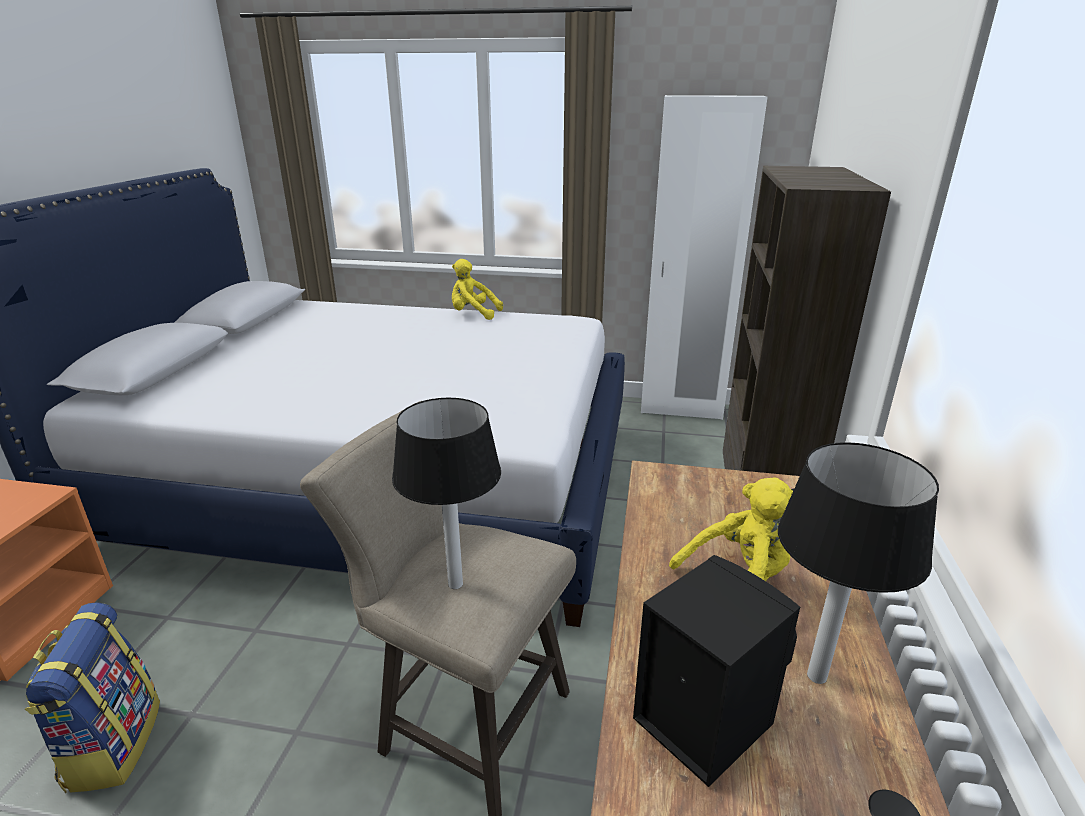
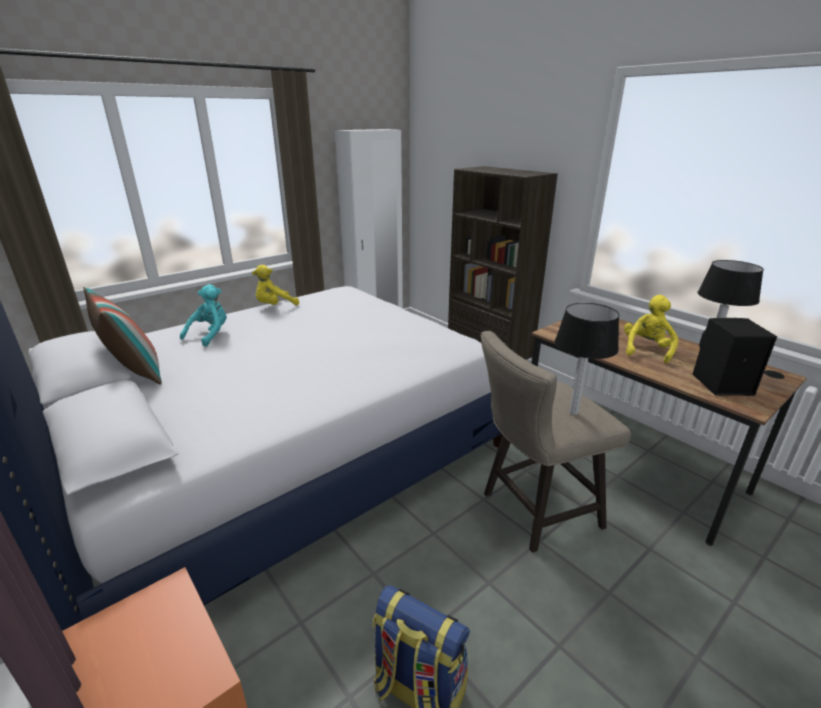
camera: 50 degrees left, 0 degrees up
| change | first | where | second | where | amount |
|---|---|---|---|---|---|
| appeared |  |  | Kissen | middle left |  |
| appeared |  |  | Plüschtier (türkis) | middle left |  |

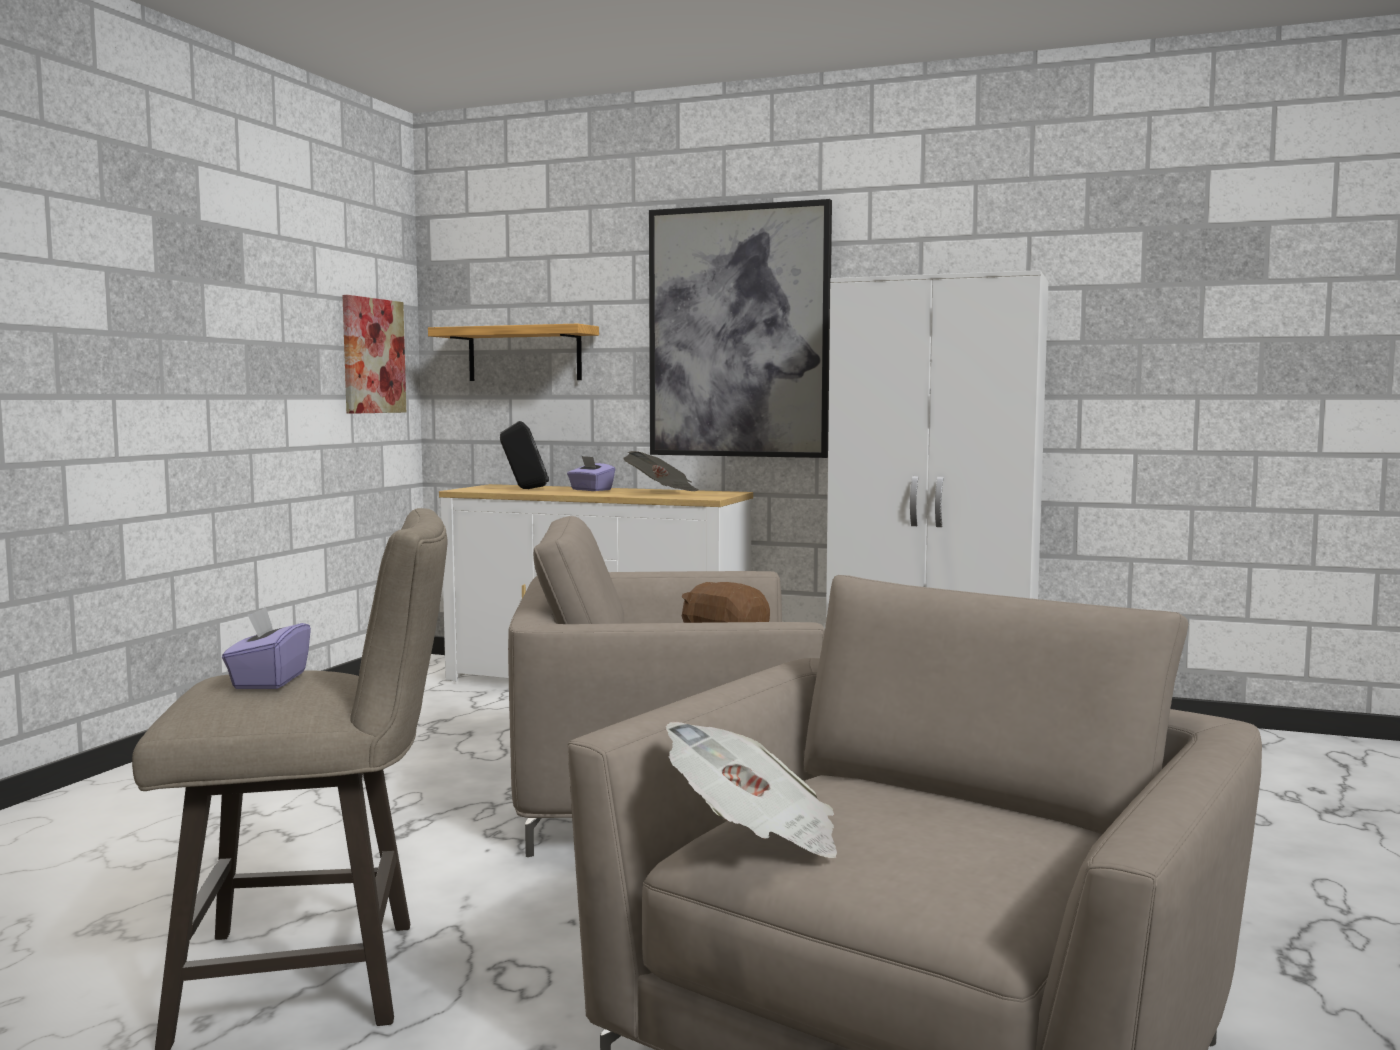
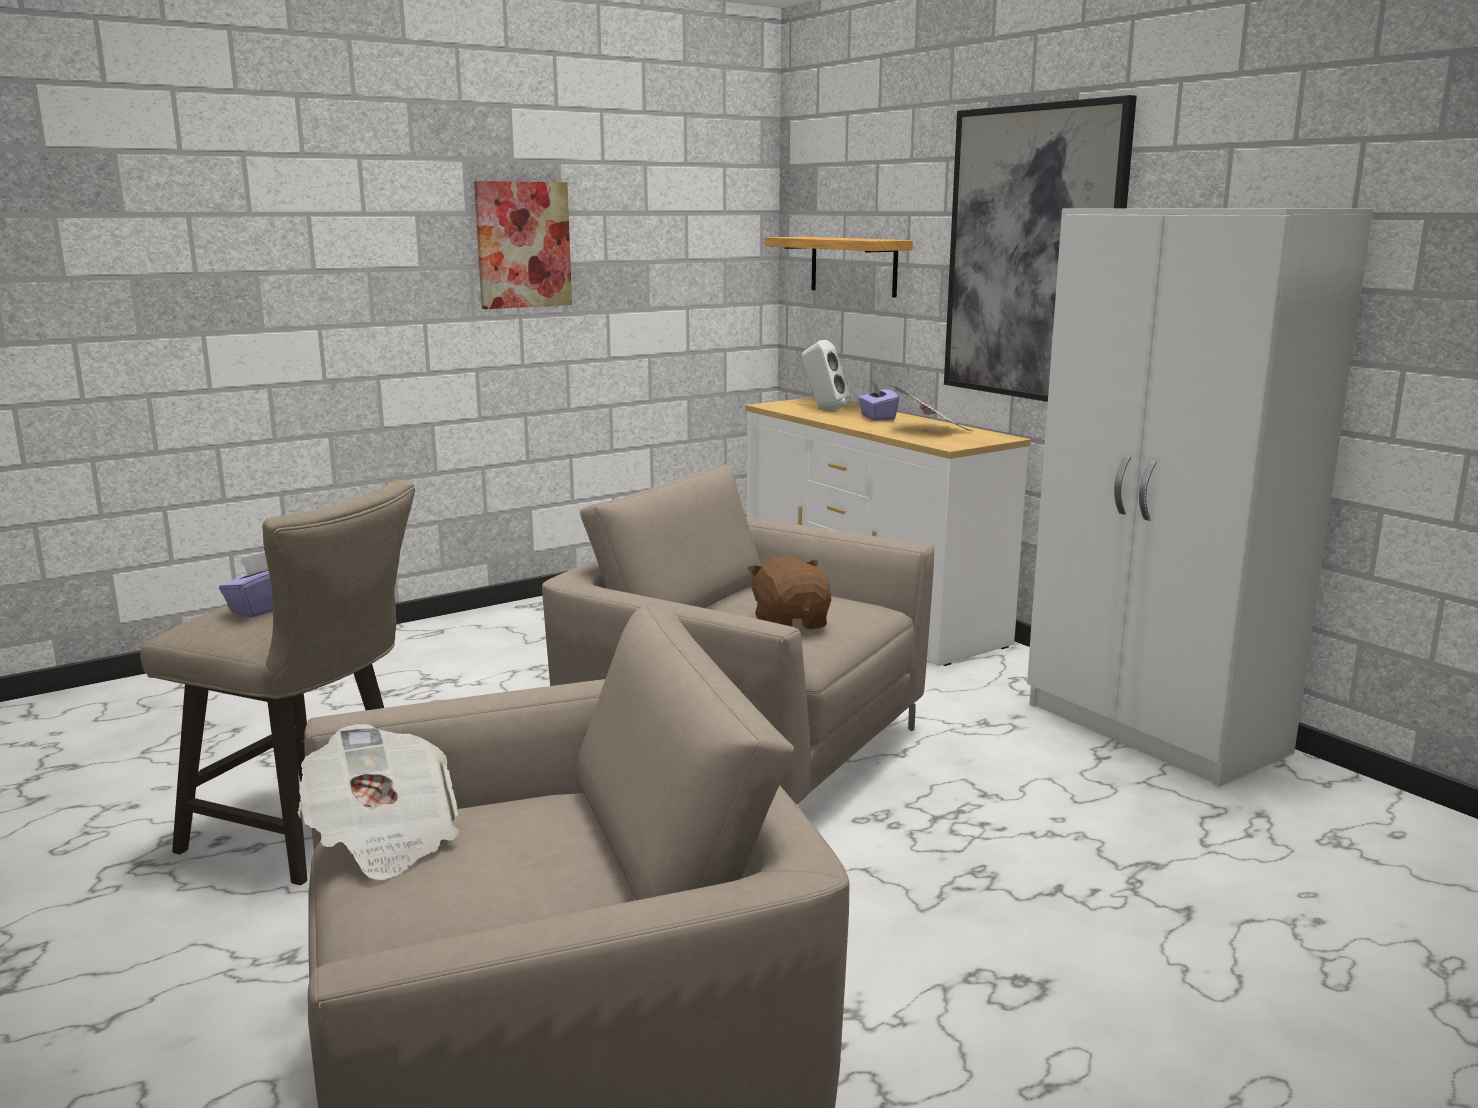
camera: 35 degrees right, 10 degrees up
| change | first | where | second | where | amount |
|---|---|---|---|---|---|
| relocated | Bild (no. 1 from left) | middle left |  | top centre |  |
| colour | Lautsprecher (schwarz) | centre | Lautsprecher (weiß) | centre |  |

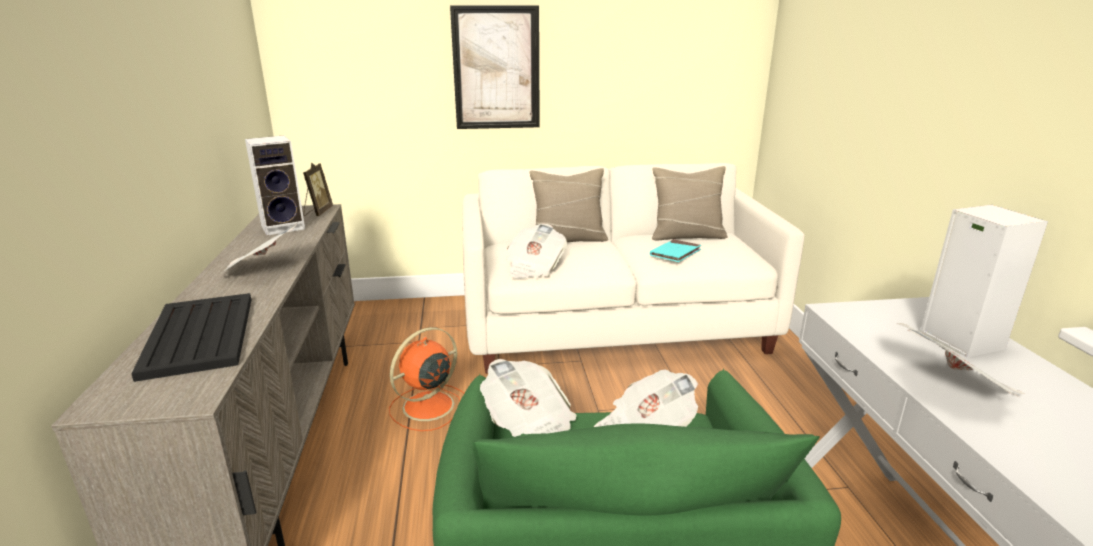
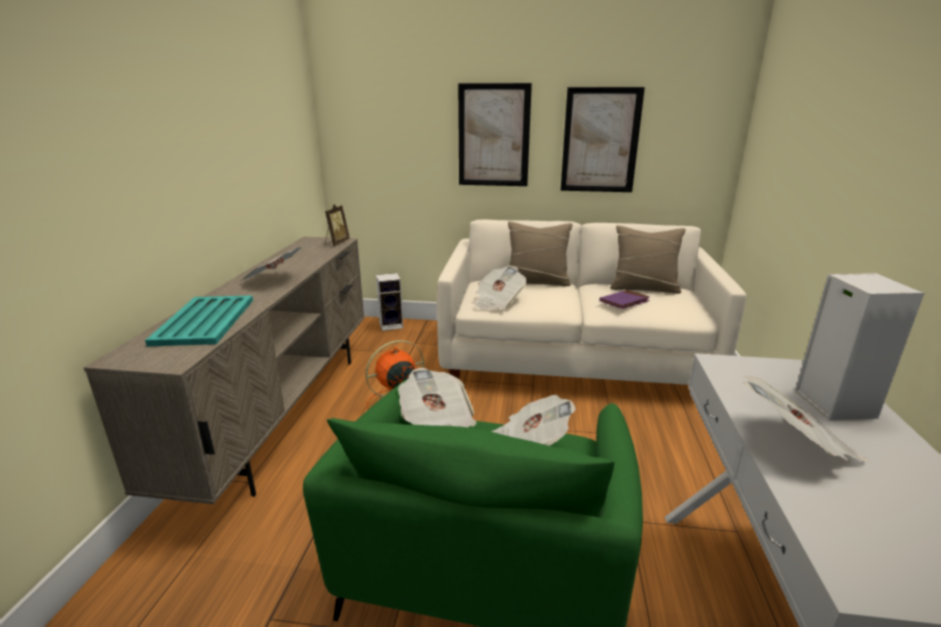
camera: 15 degrees right, 0 degrees up
| change | first | where | second | where | amount |
|---|---|---|---|---|---|
| colour | Tablett (schwarz) | middle left | Tablett (türkis) | middle left |  |
| relocated | Lautsprecher (no. 1 from left) | middle left |  | centre |  |
| colour | Buch (türkis) | centre | Buch (lila) | centre |  |
| appeared |  |  | Bild (no. 2 from left) | top centre |  |

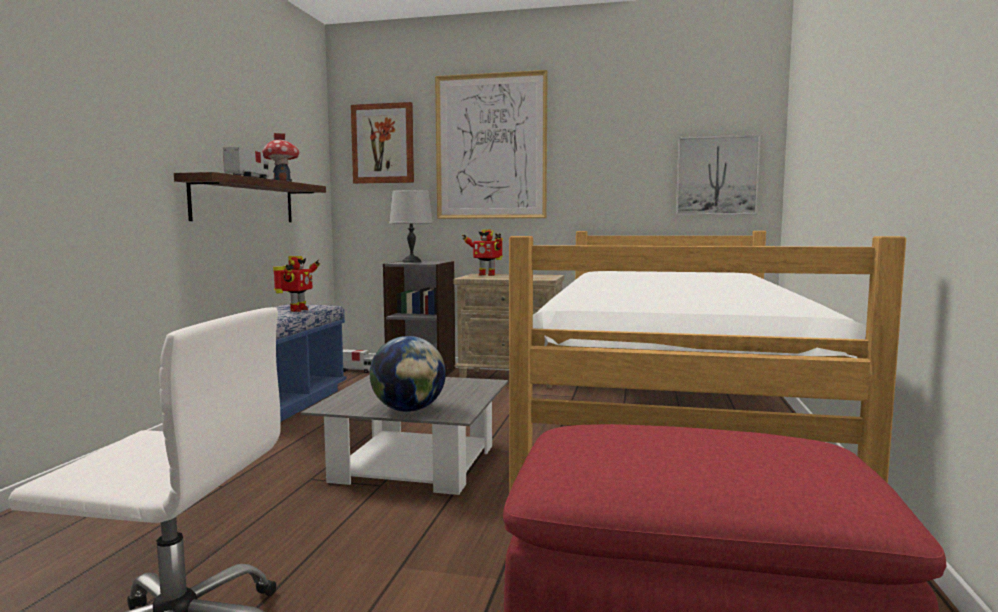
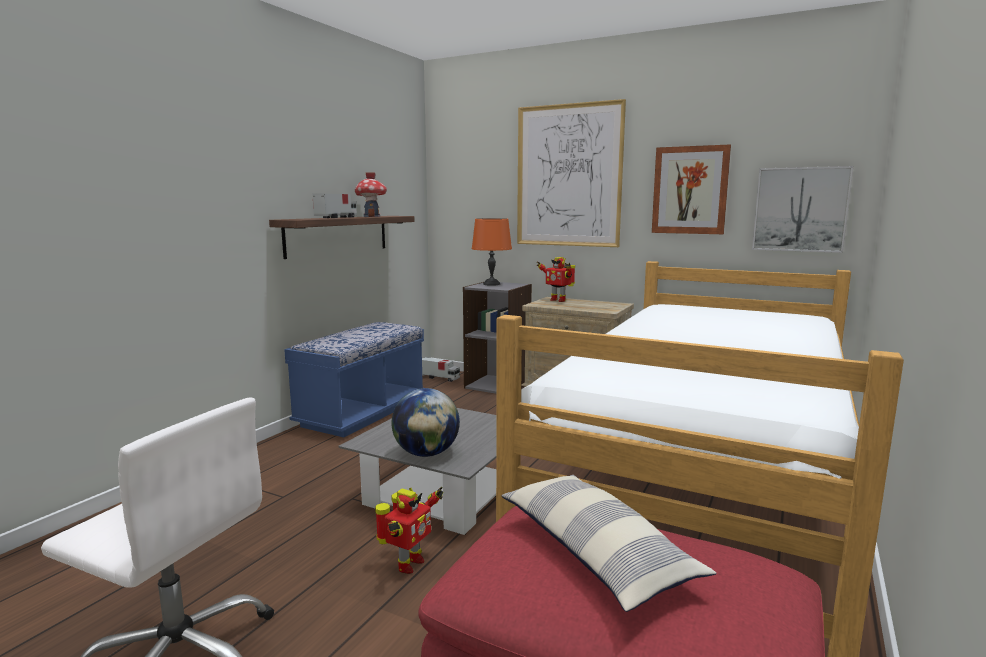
camera: 15 degrees right, 5 degrees up
| change | first | where | second | where | amount |
|---|---|---|---|---|---|
| relocated | Spielzeugroboter (no. 1 from left) | middle left |  | bottom centre |  |
| relocated | Bild (no. 1 from left in the first image) | top centre | Bild (no. 2 from left) | top right |  |
| colour | Tischlampe (grau) | centre | Tischlampe (orange) | centre |  |
| appeared |  |  | Kissen | bottom centre |  |

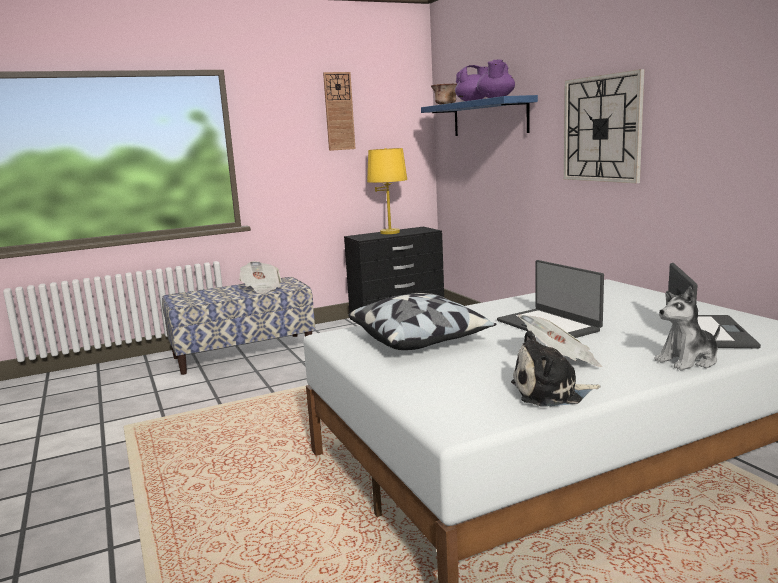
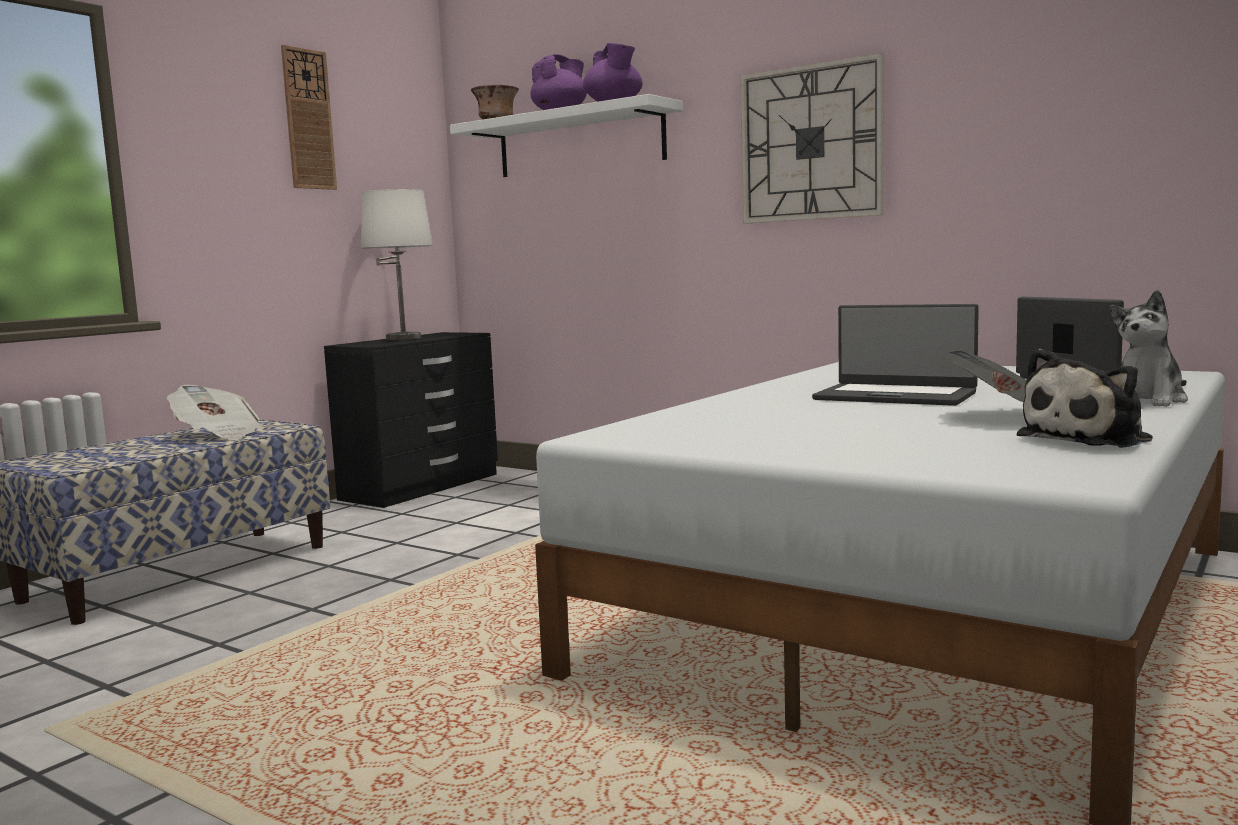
camera: 30 degrees left, 5 degrees down
| change | first | where | second | where | amount |
|---|---|---|---|---|---|
| missing | Kissen | centre |  |  |  |
| colour | Tischlampe (gelb) | top centre | Tischlampe (weiß) | top left |  |
| colour | Wandregal (blau) | top centre | Wandregal (weiß) | top centre |  |

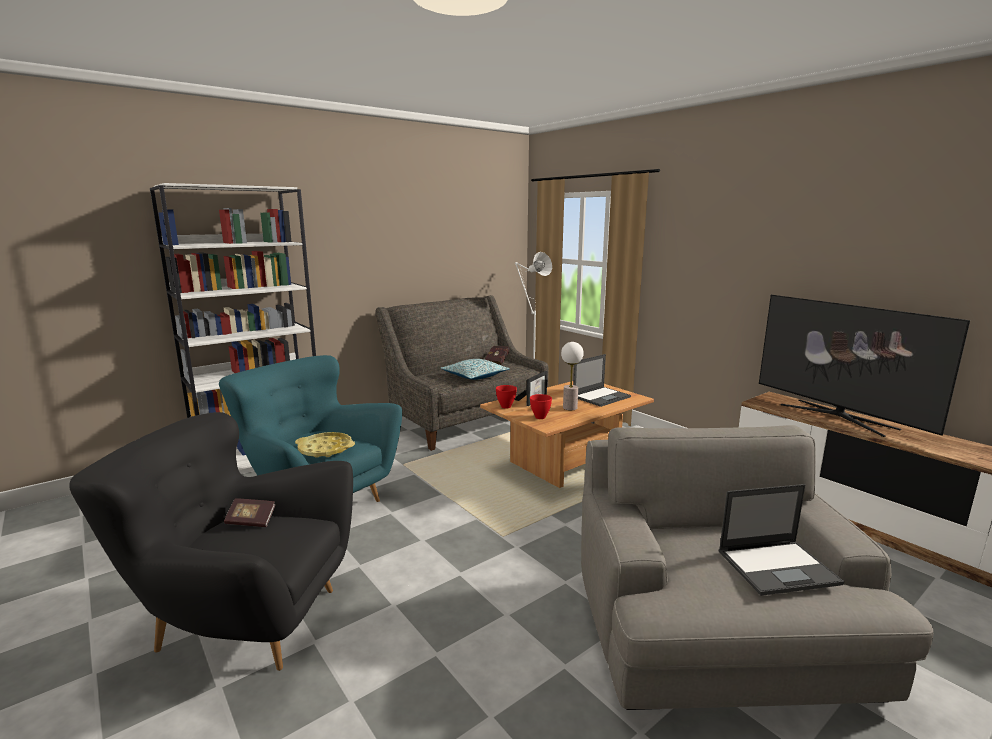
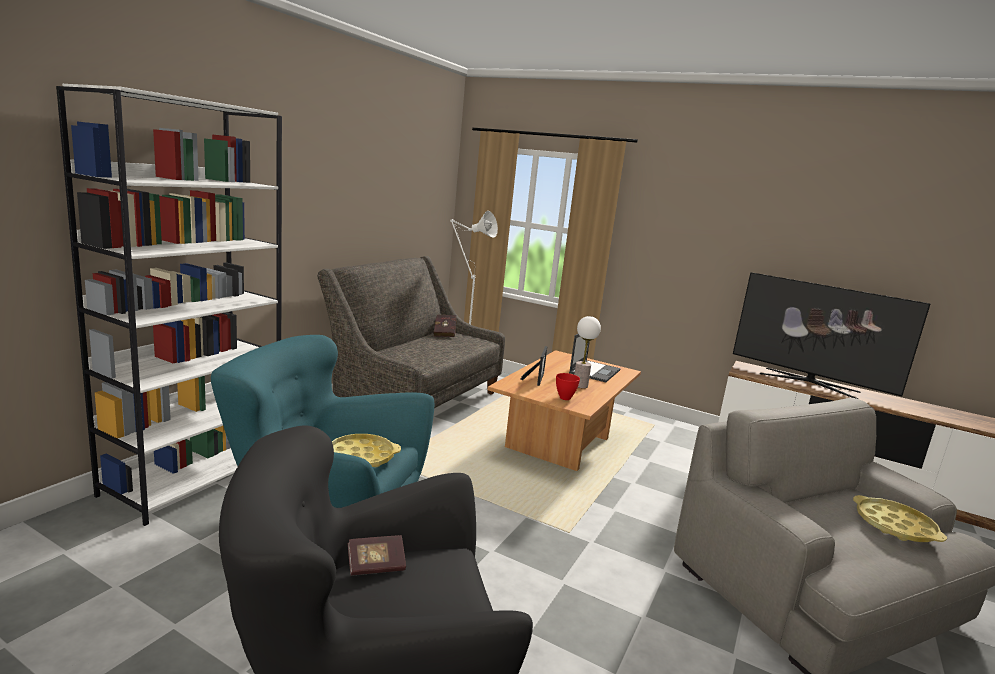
camera: 25 degrees left, 0 degrees up
| change | first | where | second | where | amount |
|---|---|---|---|---|---|
| missing | Kissen | centre |  |  |  |
| missing | Schüssel (rot) (no. 1 from left) | centre |  |  |  |
| exchanged | Laptop (no. 2 from left) | bottom right | Tablett (gelb) (no. 2 from left) | bottom right |  |

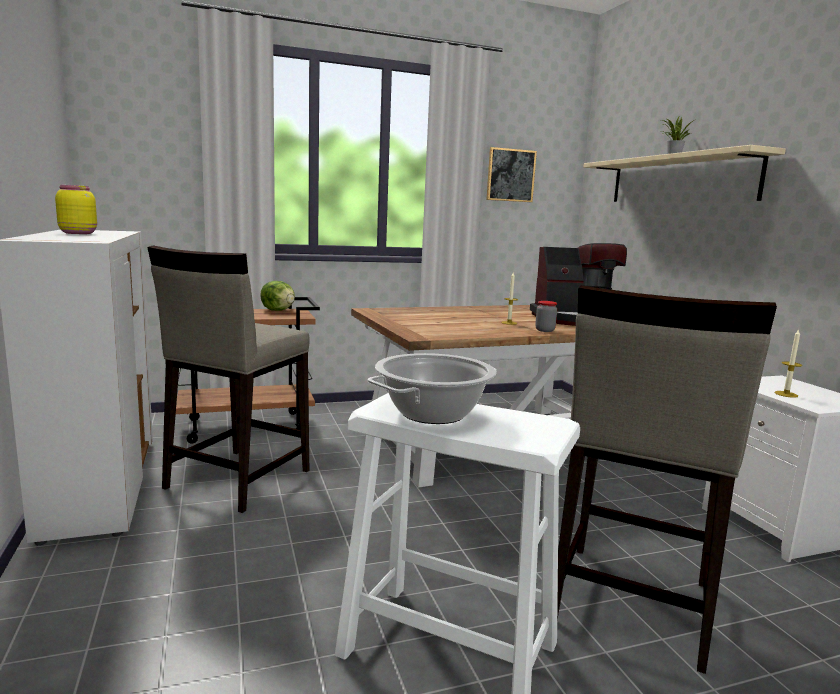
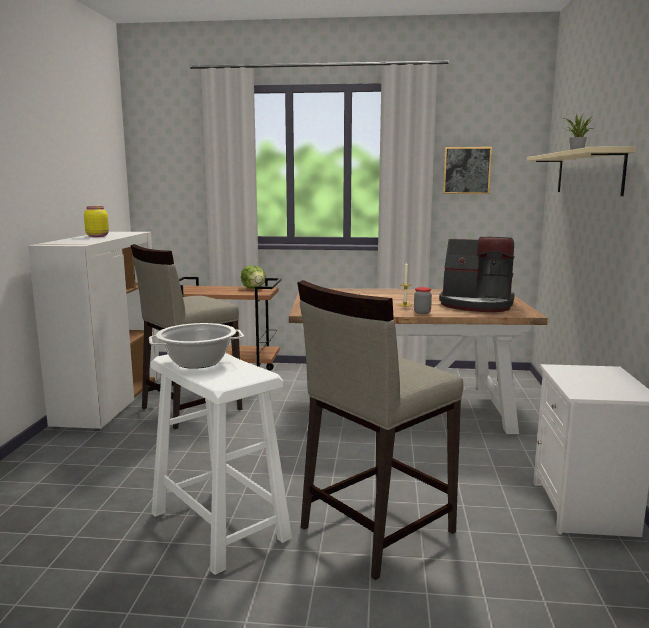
camera: 25 degrees right, 0 degrees up
| change | first | where | second | where | amount |
|---|---|---|---|---|---|
| missing | Kerze (no. 2 from left) | middle right |  |  |  |

